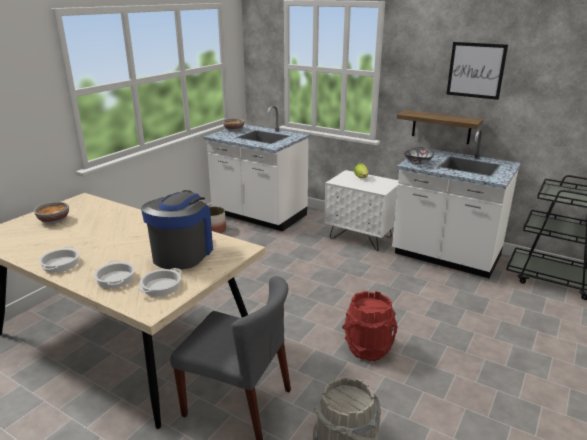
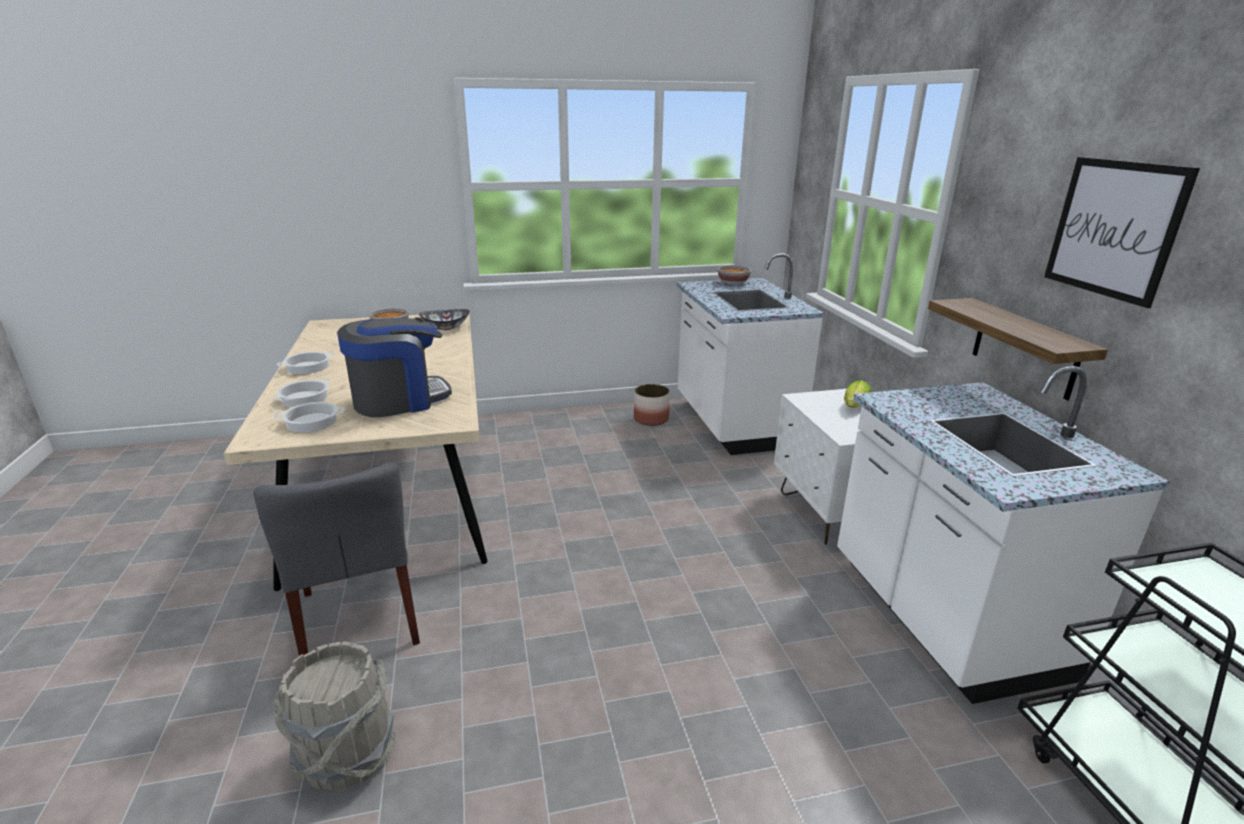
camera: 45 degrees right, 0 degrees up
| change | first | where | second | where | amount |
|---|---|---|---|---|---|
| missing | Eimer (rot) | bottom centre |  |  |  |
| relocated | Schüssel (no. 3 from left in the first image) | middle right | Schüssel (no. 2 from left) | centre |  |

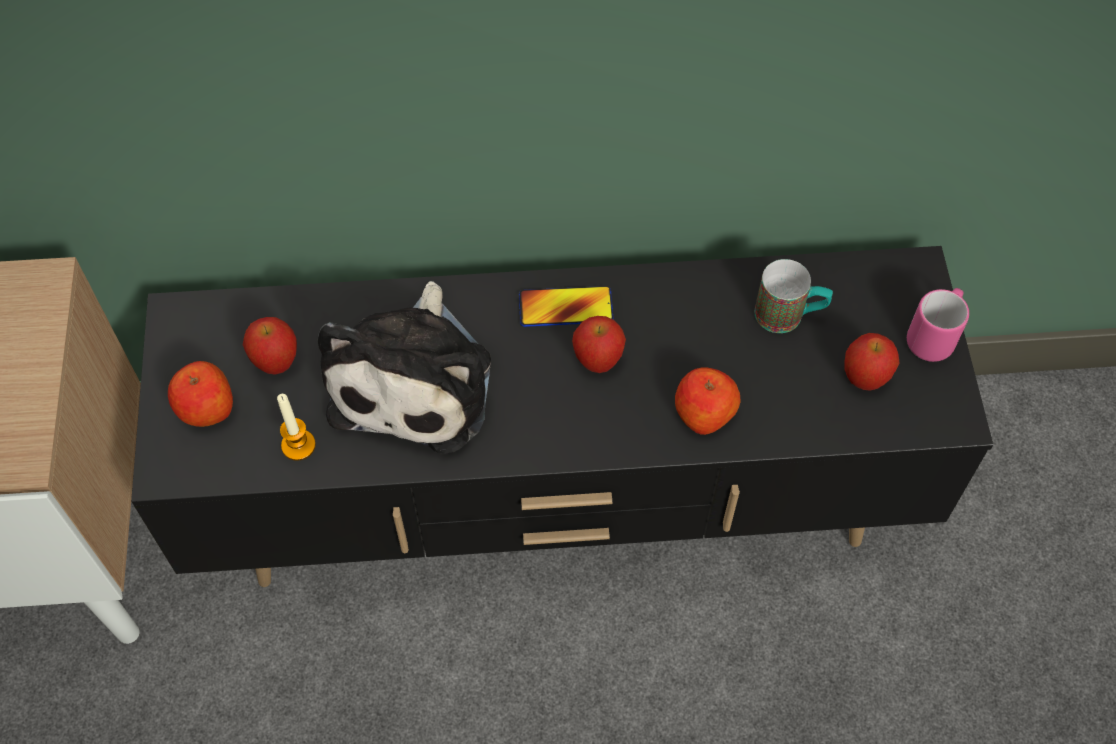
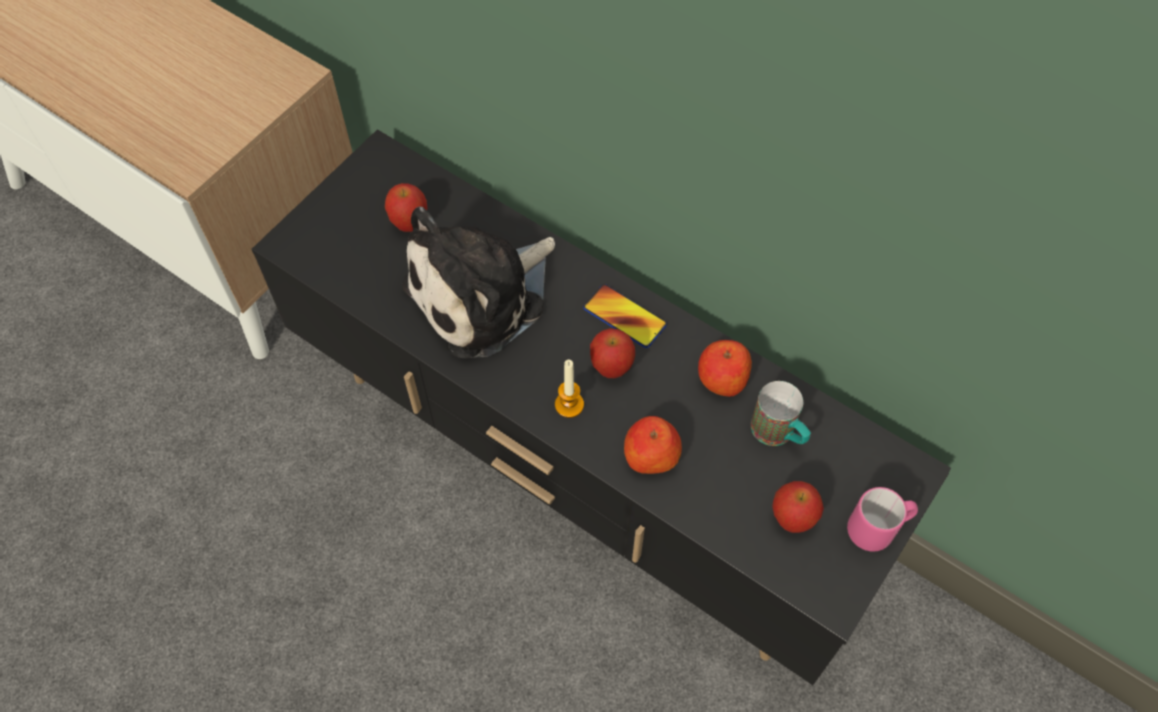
camera: 40 degrees right, 0 degrees up
| change | first | where | second | where | amount |
|---|---|---|---|---|---|
| relocated | Apfel (no. 1 from left in the first image) | middle left | Apfel (no. 4 from left) | centre |  |
| relocated | Kerze | middle left |  | centre |  |

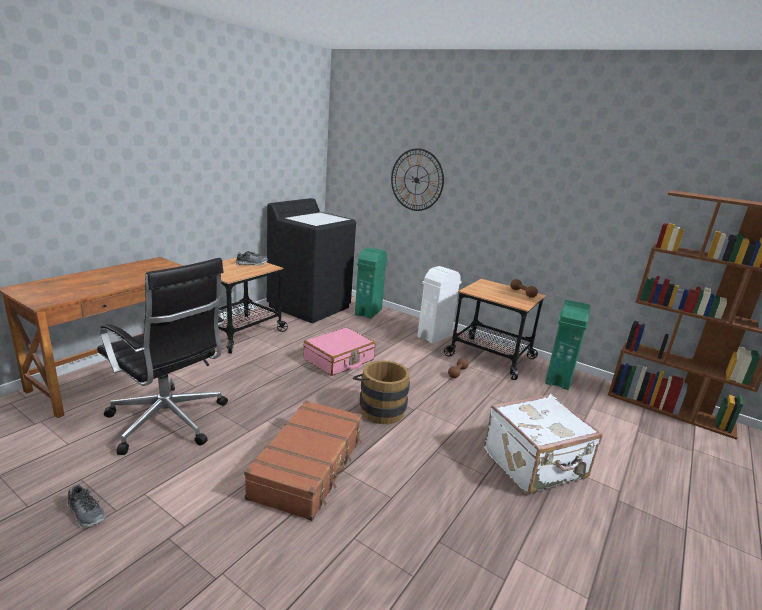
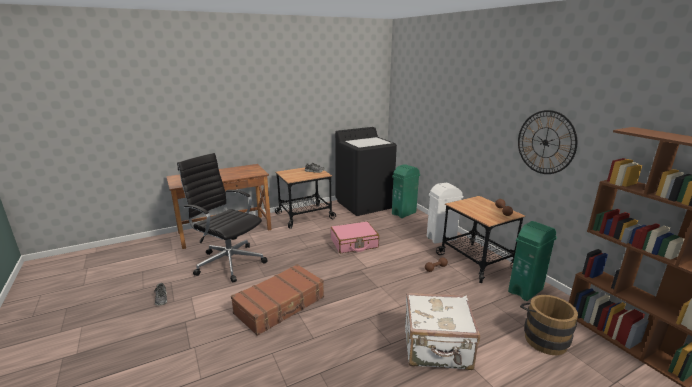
camera: 30 degrees right, 0 degrees up
| change | first | where | second | where | amount |
|---|---|---|---|---|---|
| spun | Bürostuhl (schwarz) | middle left |  | middle left | 150 degrees clockwise |
| relocated | Eimer (braun) | centre |  | bottom right |  |
| relocated | Wanduhr | top centre |  | middle right |  |

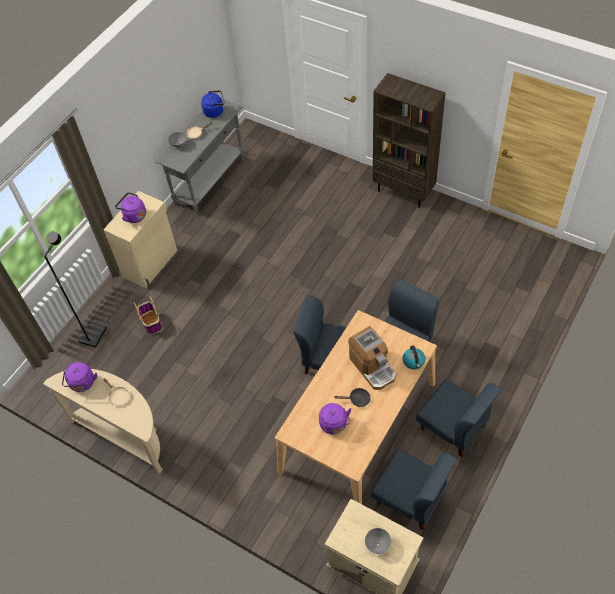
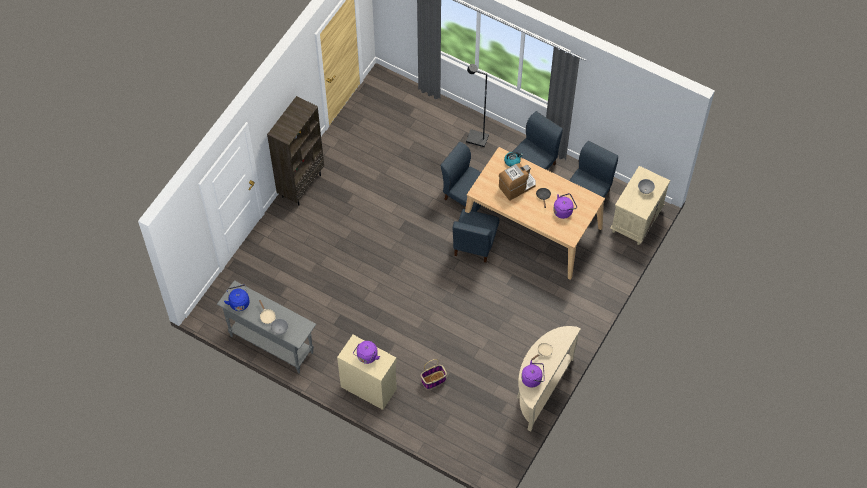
camera: 95 degrees left, 5 degrees up
| change | first | where | second | where | amount |
|---|---|---|---|---|---|
| relocated | Stehlampe (schwarz) | middle left |  | top centre |  |

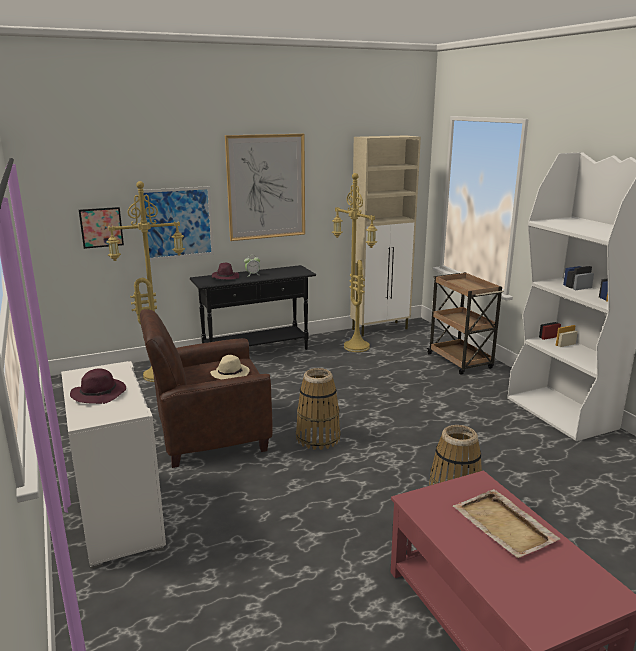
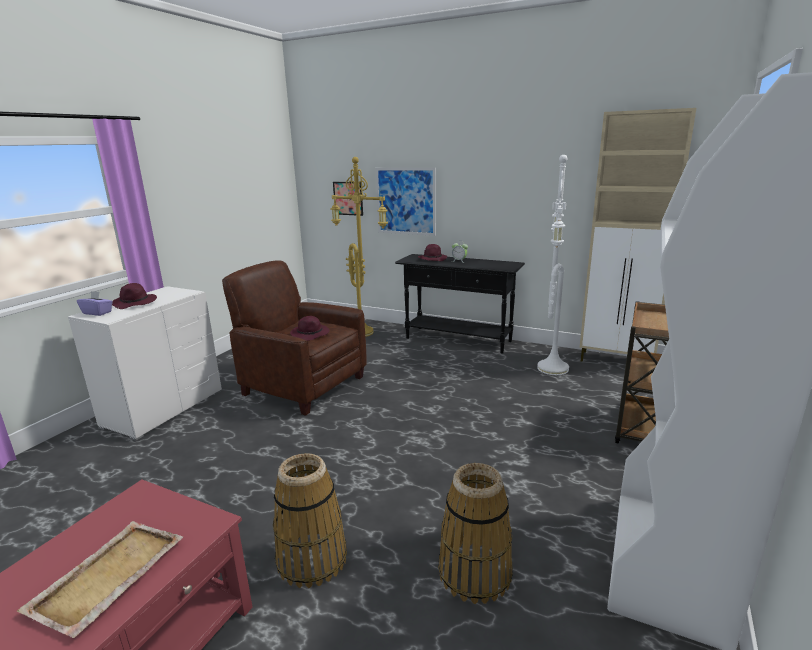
camera: 50 degrees right, 0 degrees up
| change | first | where | second | where | amount |
|---|---|---|---|---|---|
| colour | Hut (beige) | centre | Hut (lila) (no. 2 from left) | centre |  |
| missing | Bild (no. 3 from left) | top centre |  |  |  |
| relocated | Korb (no. 1 from left in the first image) | centre | Korb (no. 2 from left) | bottom centre |  |
| colour | Stehlampe (gelb) (no. 2 from left) | centre | Stehlampe (weiß) | middle right |  |
| appeared |  |  | Taschentuchbox (lila) | middle left |  |

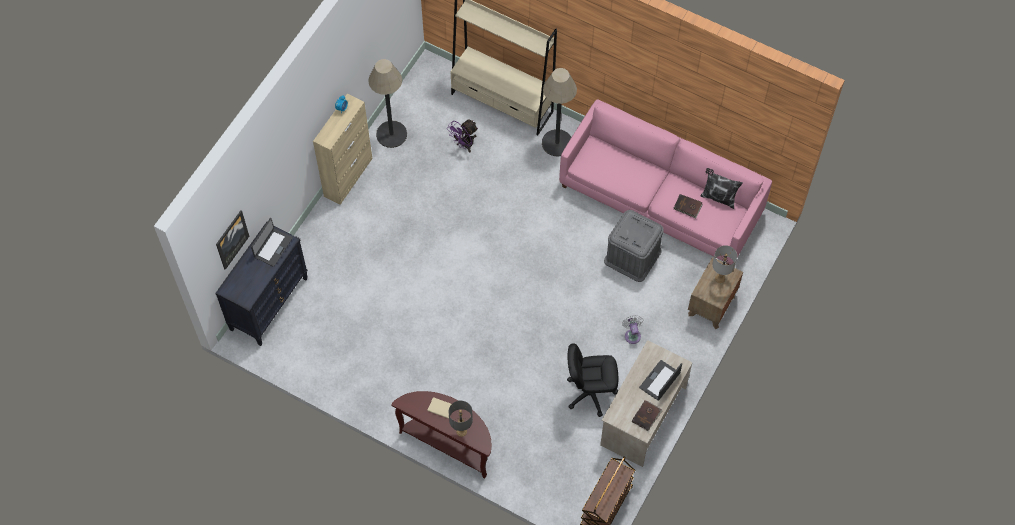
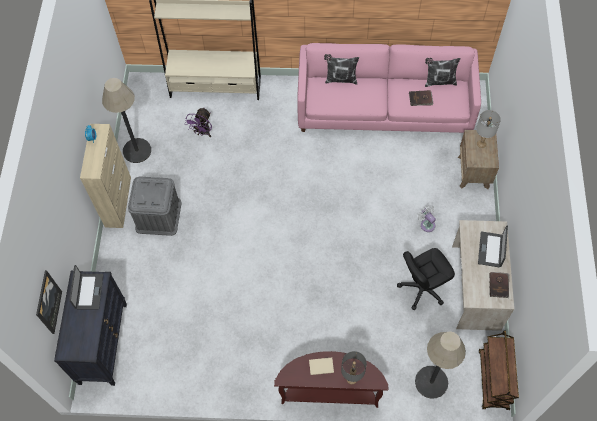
camera: 25 degrees left, 0 degrees up
| change | first | where | second | where | amount |
|---|---|---|---|---|---|
| relocated | Stehlampe (no. 2 from left) | top centre |  | bottom right |  |
| relocated | Aufbewahrungsbox (grau) | centre |  | middle left |  |
| appeared |  |  | Kissen (no. 1 from left) | top centre |  |

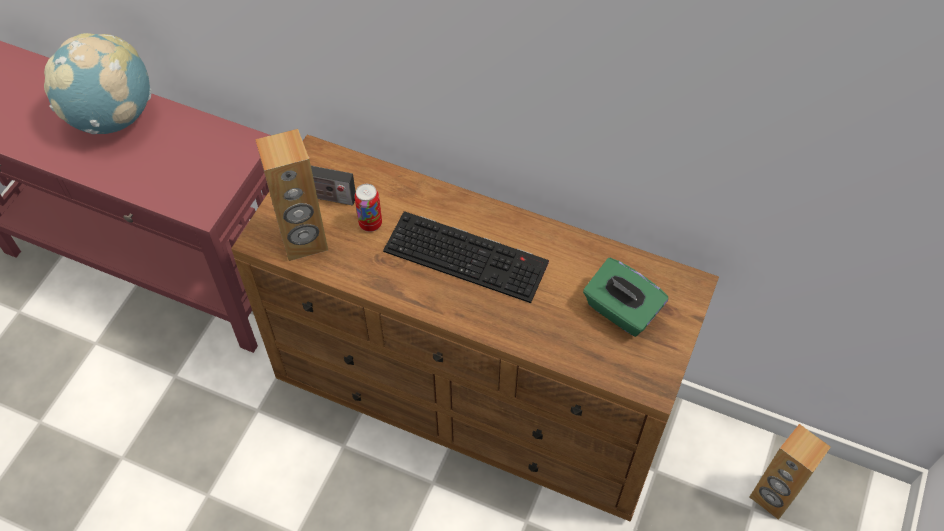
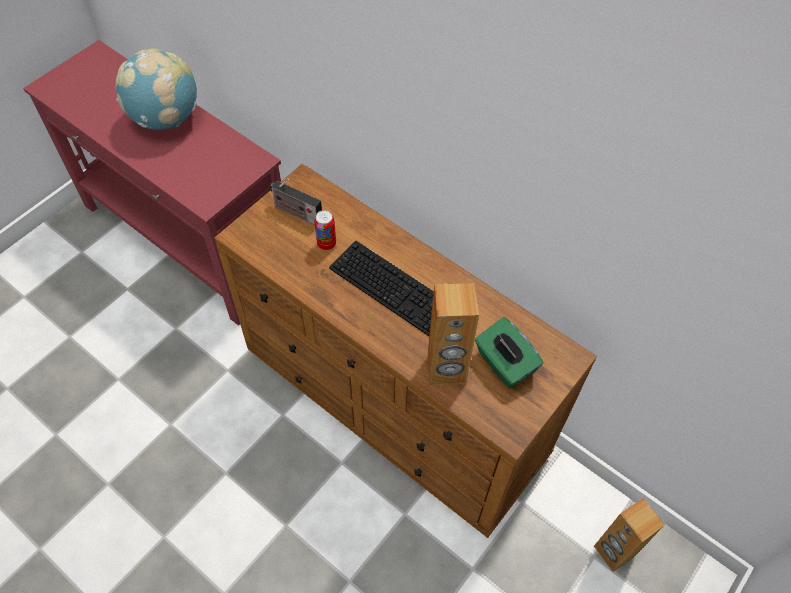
camera: 15 degrees right, 0 degrees up
| change | first | where | second | where | amount |
|---|---|---|---|---|---|
| relocated | Lautsprecher (braun) (no. 1 from left) | middle left |  | centre |  |

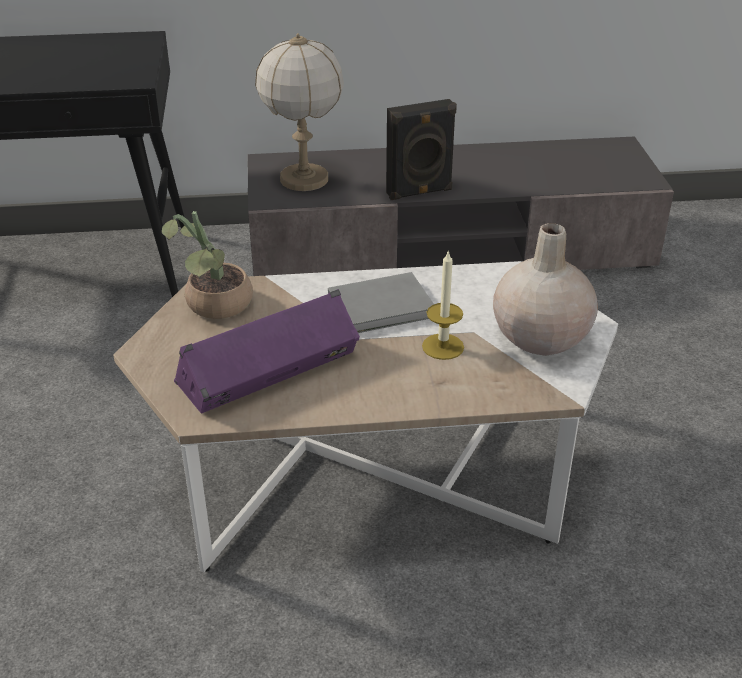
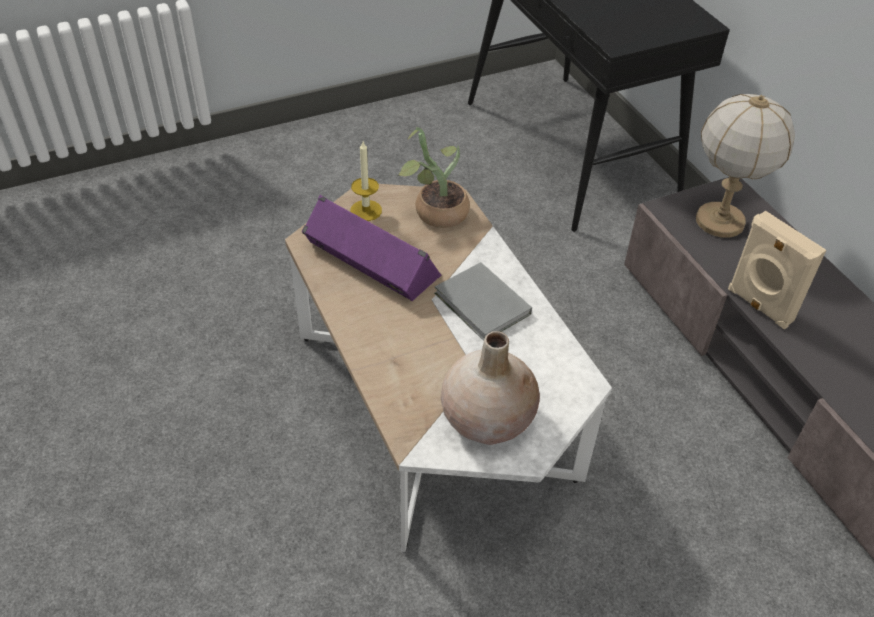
camera: 70 degrees right, 10 degrees up
| change | first | where | second | where | amount |
|---|---|---|---|---|---|
| colour | Lautsprecher (schwarz) | top centre | Lautsprecher (beige) | middle right |  |
| relocated | Kerze | centre |  | top centre |  |

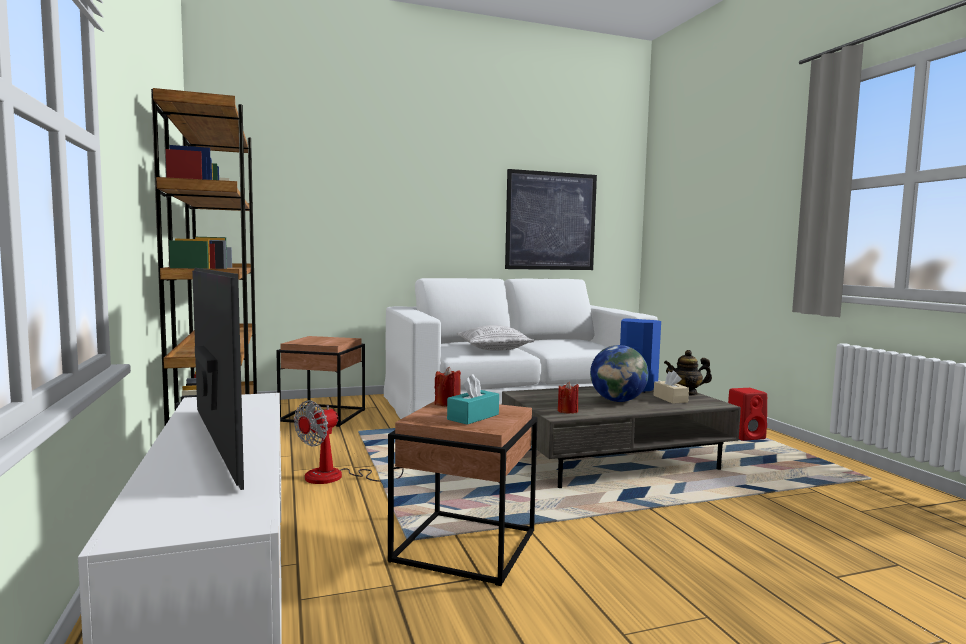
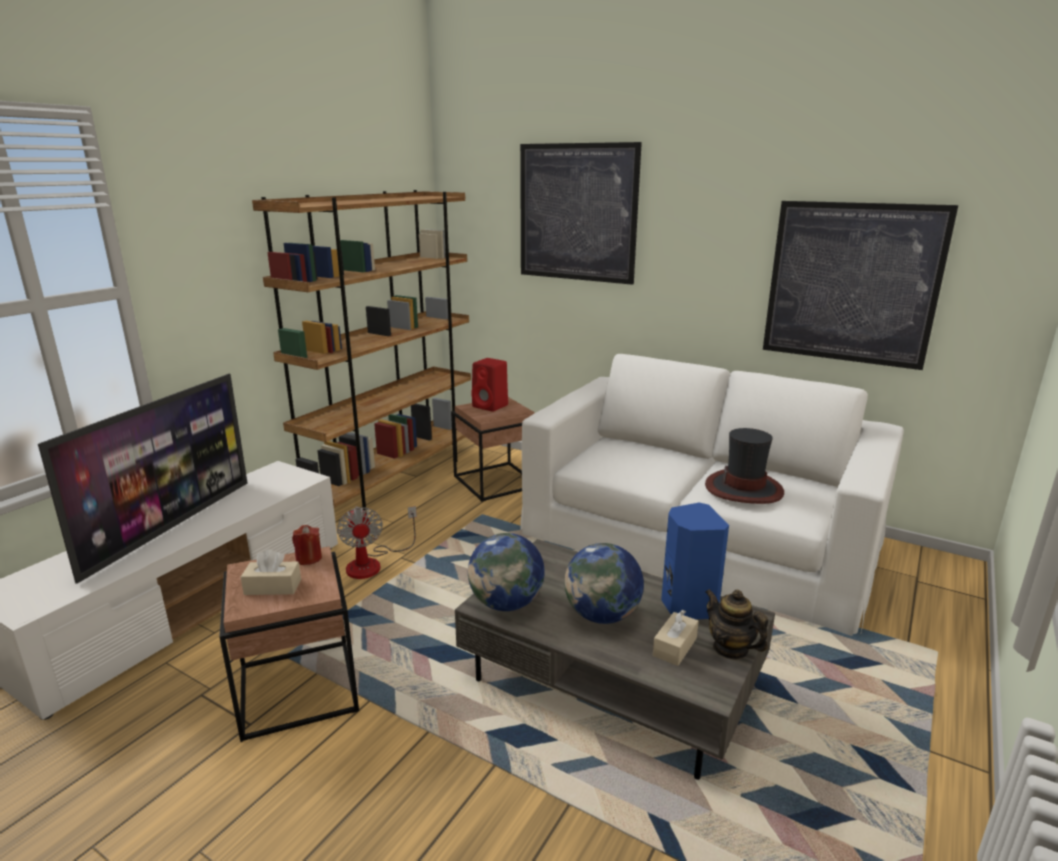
camera: 50 degrees right, 15 degrees up
| change | first | where | second | where | amount |
|---|---|---|---|---|---|
| spun | Ventilator | bottom centre |  | centre | 105 degrees counterclockwise |
| colour | Taschentuchbox (türkis) | centre | Taschentuchbox (beige) (no. 1 from left) | middle left |  |
| missing | Kissen | centre |  |  |  |
| exchanged | Kerze (rot) (no. 2 from left) | centre | Globus (no. 1 from left) | centre |  |
| relocated | Lautsprecher (rot) | middle right |  | centre |  |
| appeared |  |  | Bild (no. 1 from left) | top centre |  |
| appeared |  |  | Hut | middle right |  |

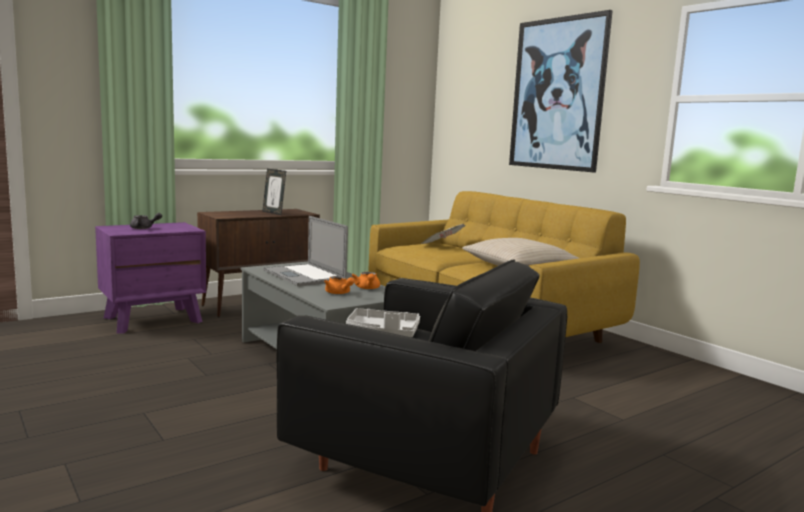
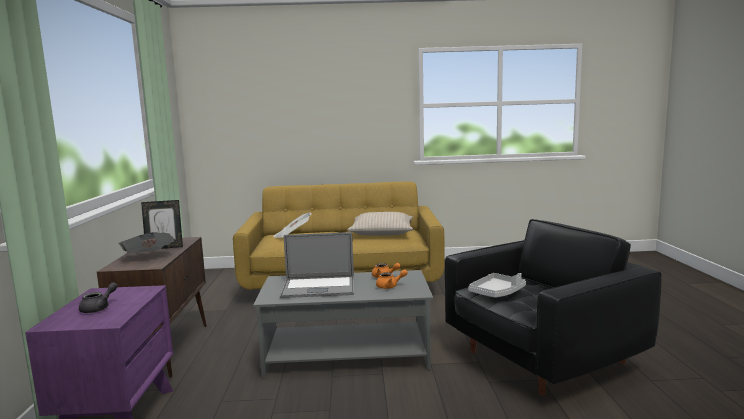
camera: 55 degrees left, 0 degrees up
| change | first | where | second | where | amount |
|---|---|---|---|---|---|
| missing | Bild | top right |  |  |  |
| appeared |  |  | Zeitung (no. 1 from left) | middle left |  |

